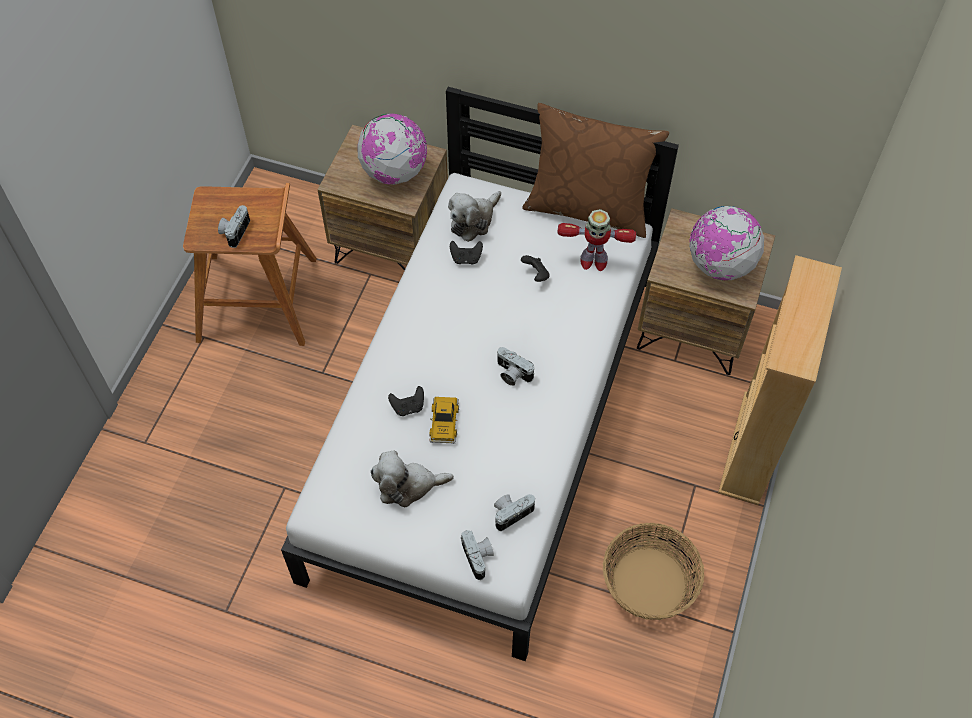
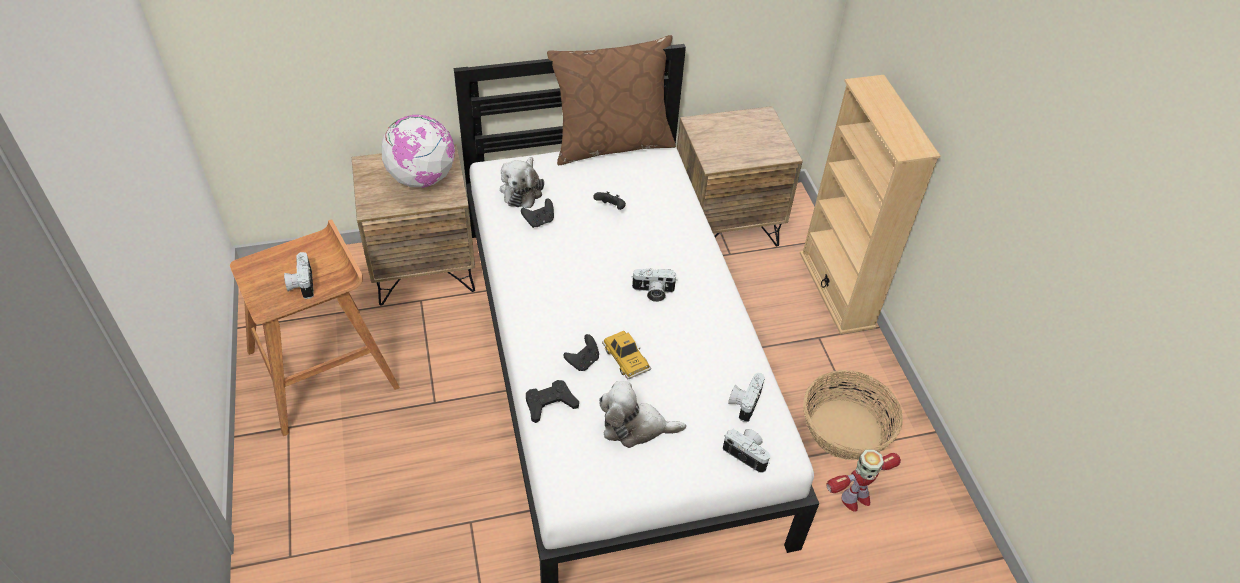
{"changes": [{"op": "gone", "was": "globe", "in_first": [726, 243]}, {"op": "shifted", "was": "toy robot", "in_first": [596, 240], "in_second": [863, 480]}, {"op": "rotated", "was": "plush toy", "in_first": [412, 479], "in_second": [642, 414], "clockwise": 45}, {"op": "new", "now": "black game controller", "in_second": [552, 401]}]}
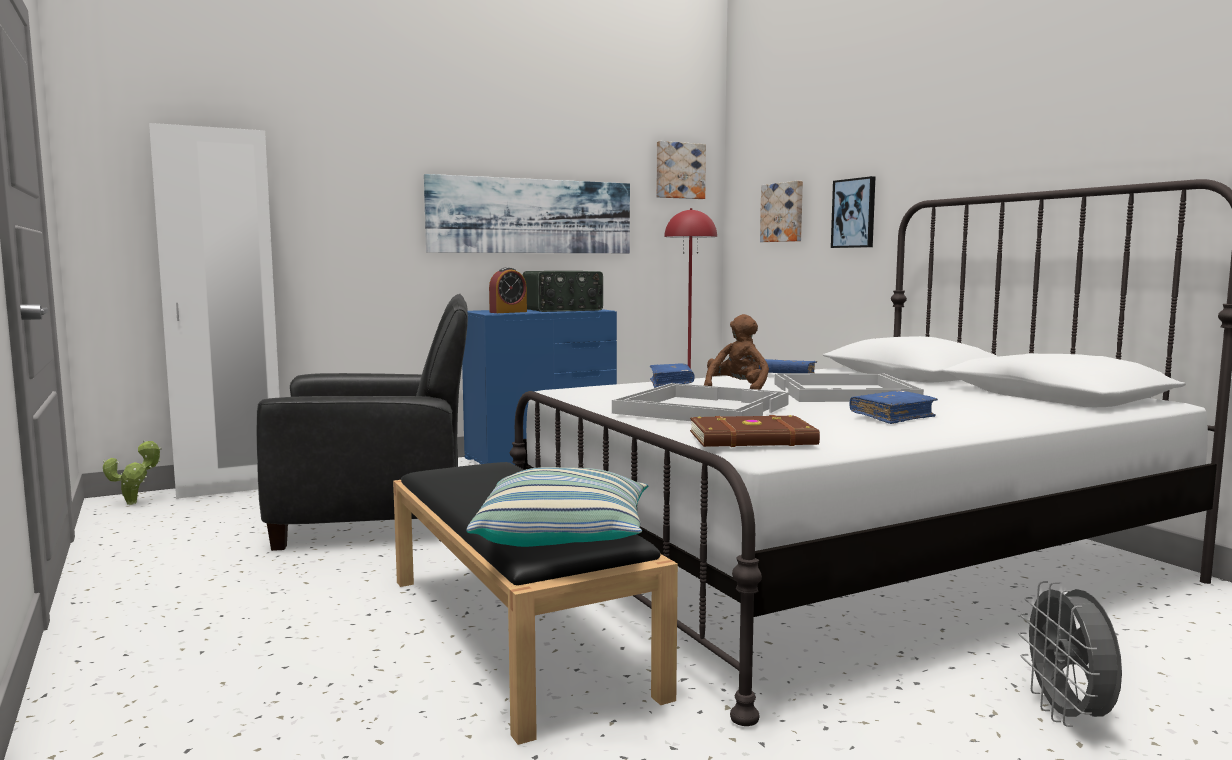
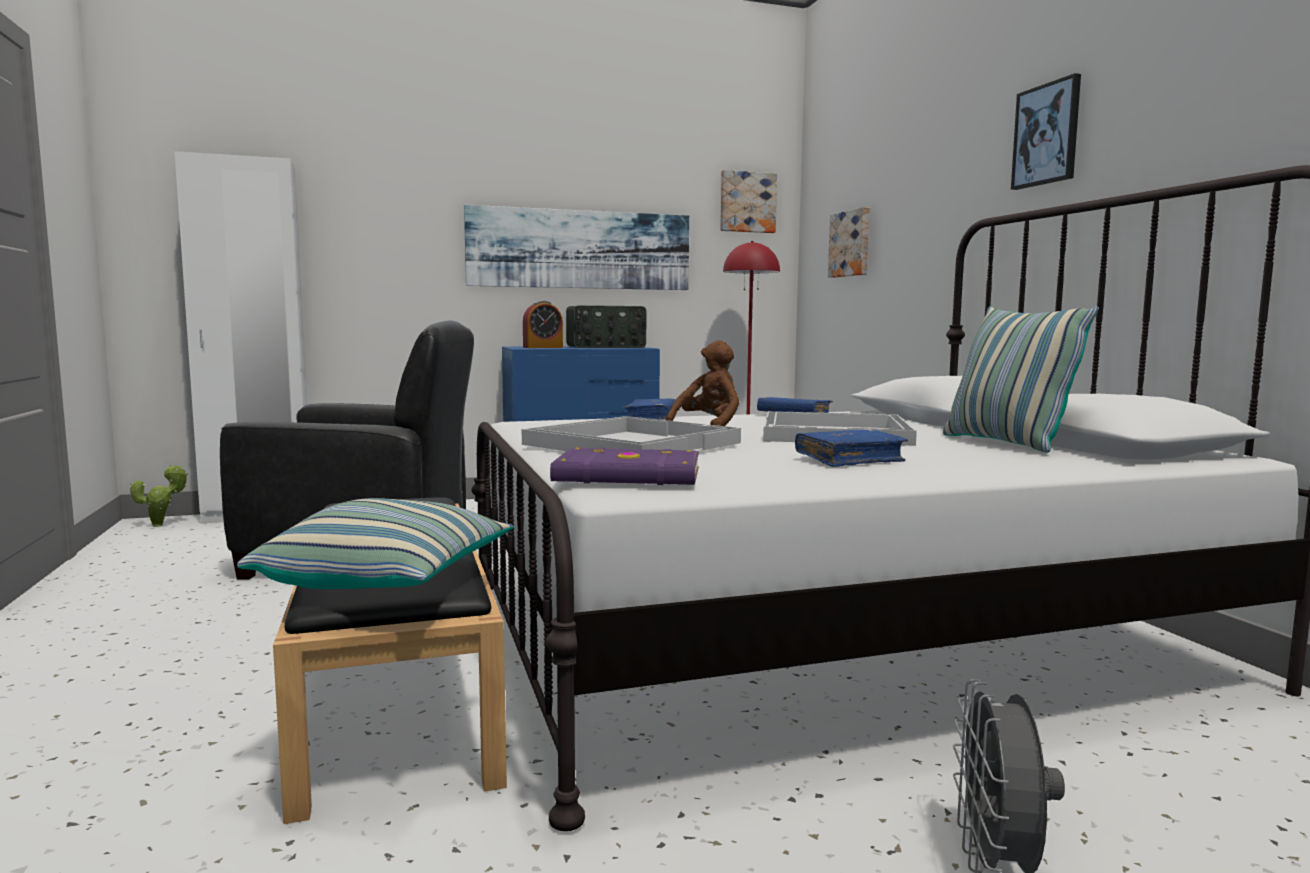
{"changes": [{"op": "shifted", "was": "picture", "in_first": [853, 212], "in_second": [1046, 131]}, {"op": "repainted", "was": "brown book", "now": "purple book", "in_first": [755, 431], "in_second": [624, 466]}, {"op": "new", "now": "pillow", "in_second": [1021, 379]}]}
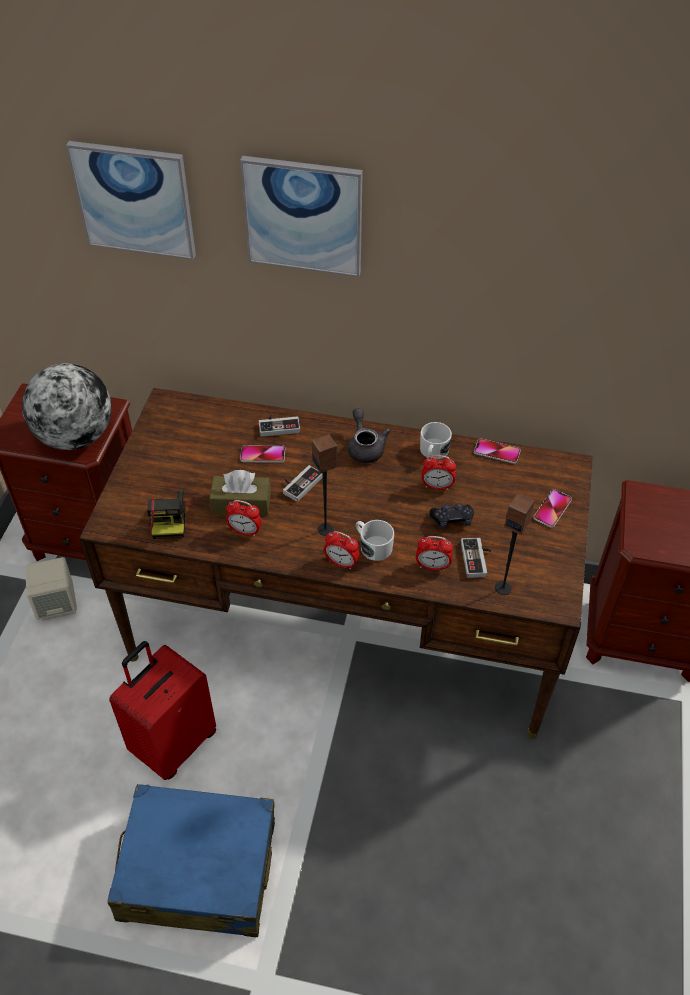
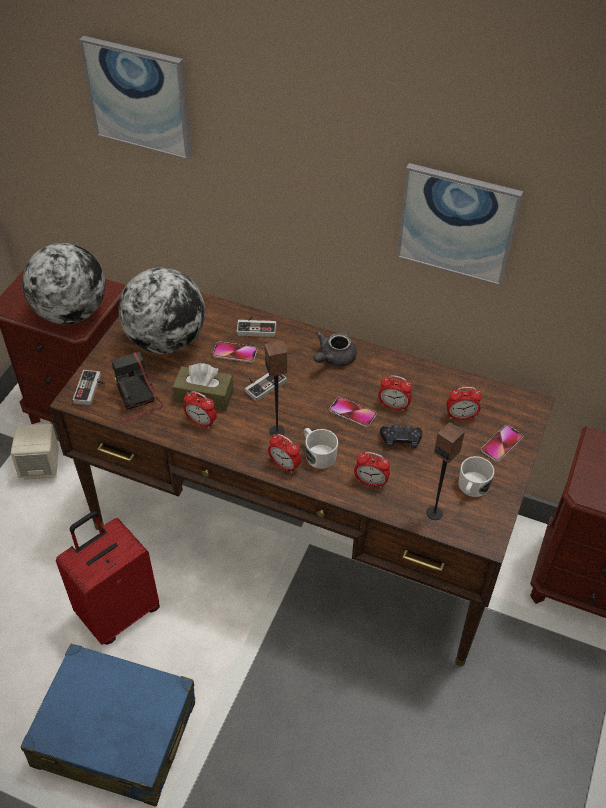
{"changes": [{"op": "shifted", "was": "picture", "in_first": [301, 216], "in_second": [460, 224]}, {"op": "rotated", "was": "grey teapot", "in_first": [369, 435], "in_second": [334, 349], "clockwise": -135}, {"op": "shifted", "was": "white mug", "in_first": [436, 440], "in_second": [476, 476]}, {"op": "shifted", "was": "phone", "in_first": [497, 451], "in_second": [353, 412]}, {"op": "rotated", "was": "photo camera", "in_first": [172, 514], "in_second": [137, 387], "clockwise": 150}, {"op": "shifted", "was": "game controller", "in_first": [476, 558], "in_second": [89, 387]}, {"op": "new", "now": "globe", "in_second": [162, 311]}, {"op": "new", "now": "alarm clock", "in_second": [464, 403]}]}
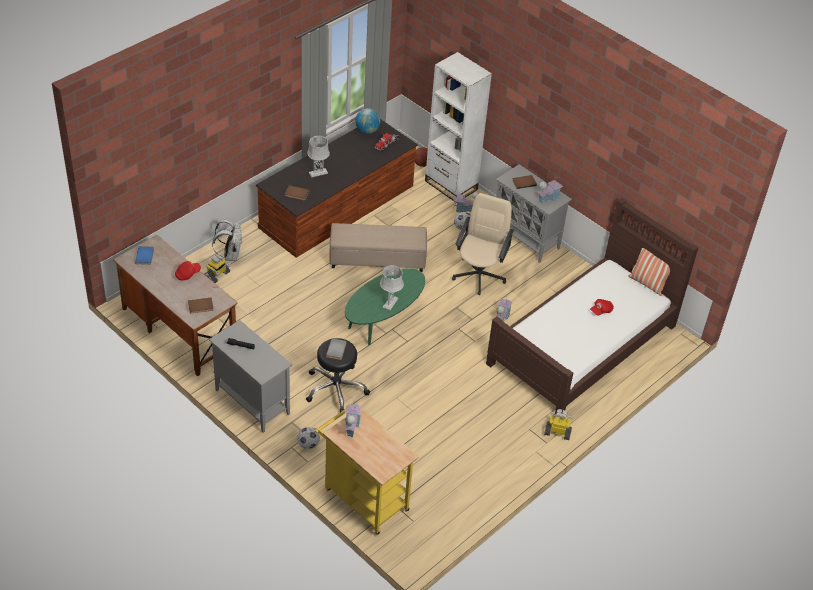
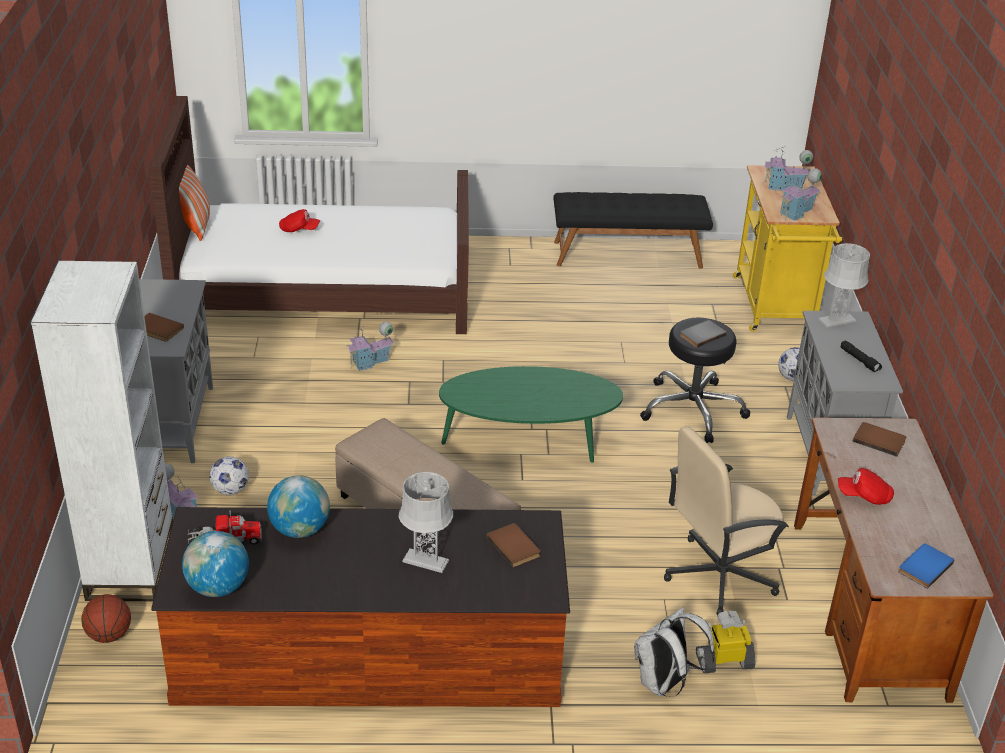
{"changes": [{"op": "shifted", "was": "toy house", "in_first": [550, 190], "in_second": [788, 168]}, {"op": "shifted", "was": "beige office chair", "in_first": [483, 244], "in_second": [726, 520]}, {"op": "shifted", "was": "grey table lamp", "in_first": [392, 287], "in_second": [844, 285]}, {"op": "gone", "was": "toy robot", "in_first": [558, 424]}, {"op": "new", "now": "black bench", "in_second": [633, 230]}, {"op": "new", "now": "globe", "in_second": [298, 506]}]}
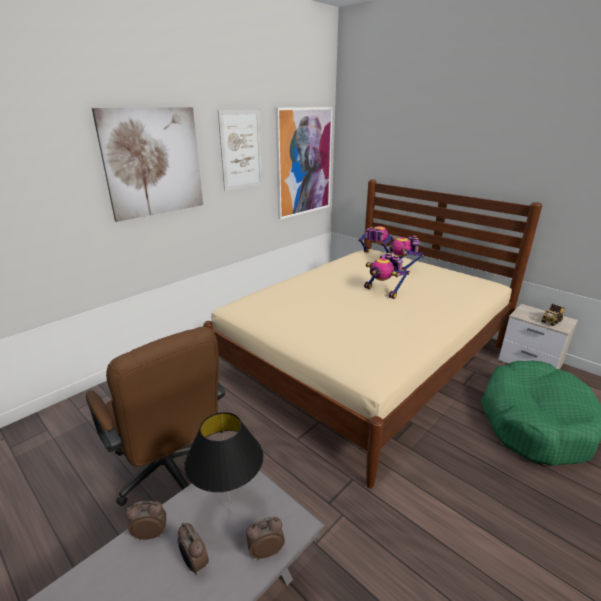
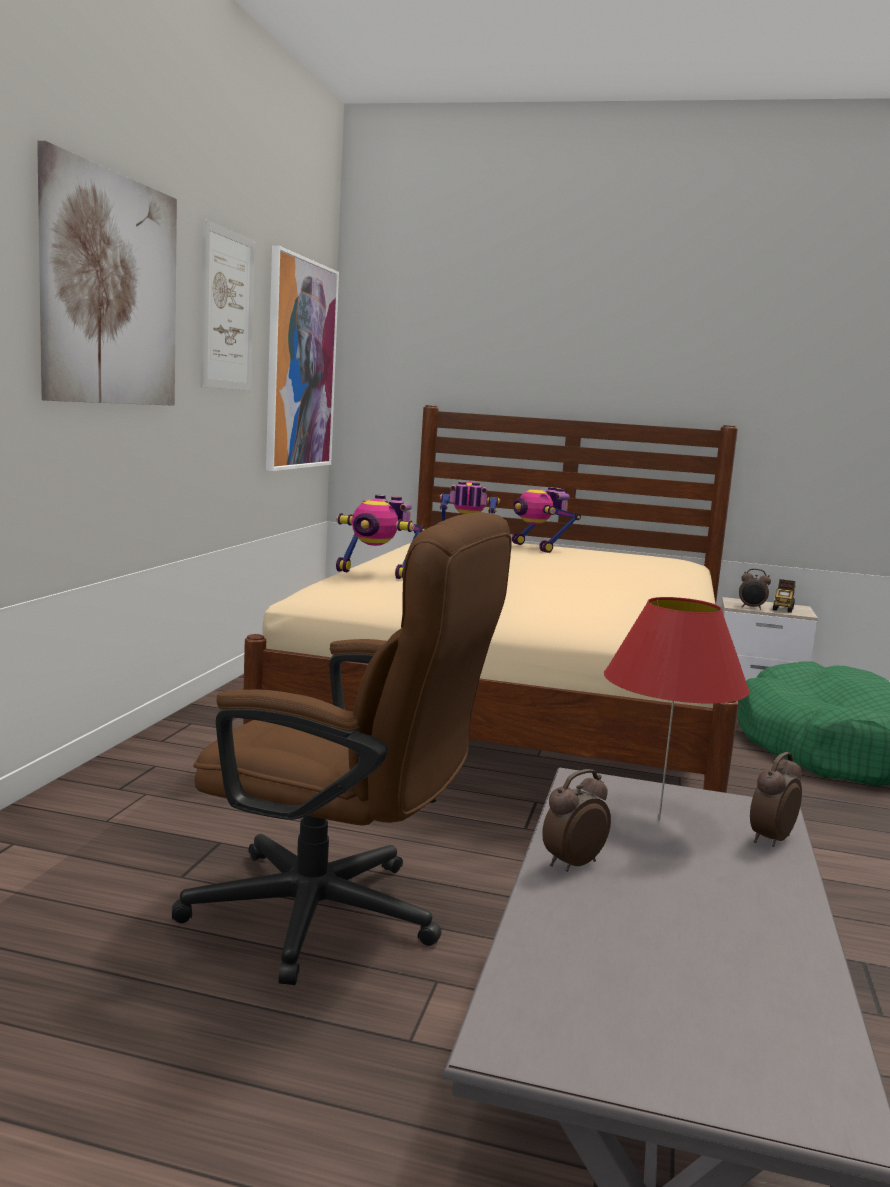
{"changes": [{"op": "shifted", "was": "toy robot", "in_first": [387, 276], "in_second": [380, 537]}, {"op": "repainted", "was": "black table lamp", "now": "red table lamp", "in_first": [223, 462], "in_second": [677, 709]}, {"op": "shifted", "was": "alarm clock", "in_first": [193, 549], "in_second": [755, 589]}]}
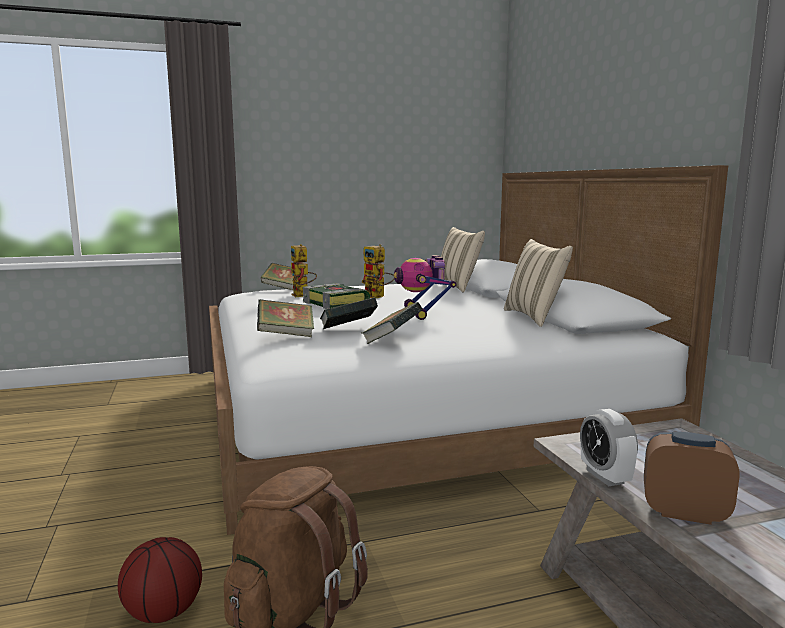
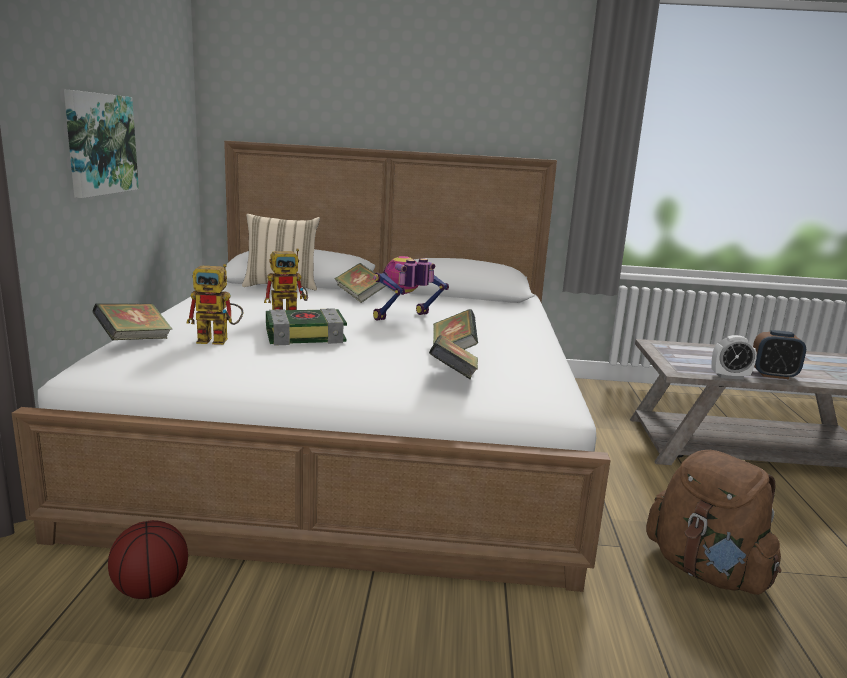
{"changes": [{"op": "gone", "was": "beige pillow", "in_first": [538, 283]}, {"op": "rotated", "was": "toy robot", "in_first": [425, 287], "in_second": [411, 288], "clockwise": 135}, {"op": "shifted", "was": "book", "in_first": [391, 323], "in_second": [360, 283]}, {"op": "rotated", "was": "alarm clock", "in_first": [692, 478], "in_second": [779, 354], "clockwise": -120}, {"op": "shifted", "was": "basketball", "in_first": [160, 580], "in_second": [148, 559]}, {"op": "new", "now": "picture", "in_second": [101, 144]}]}
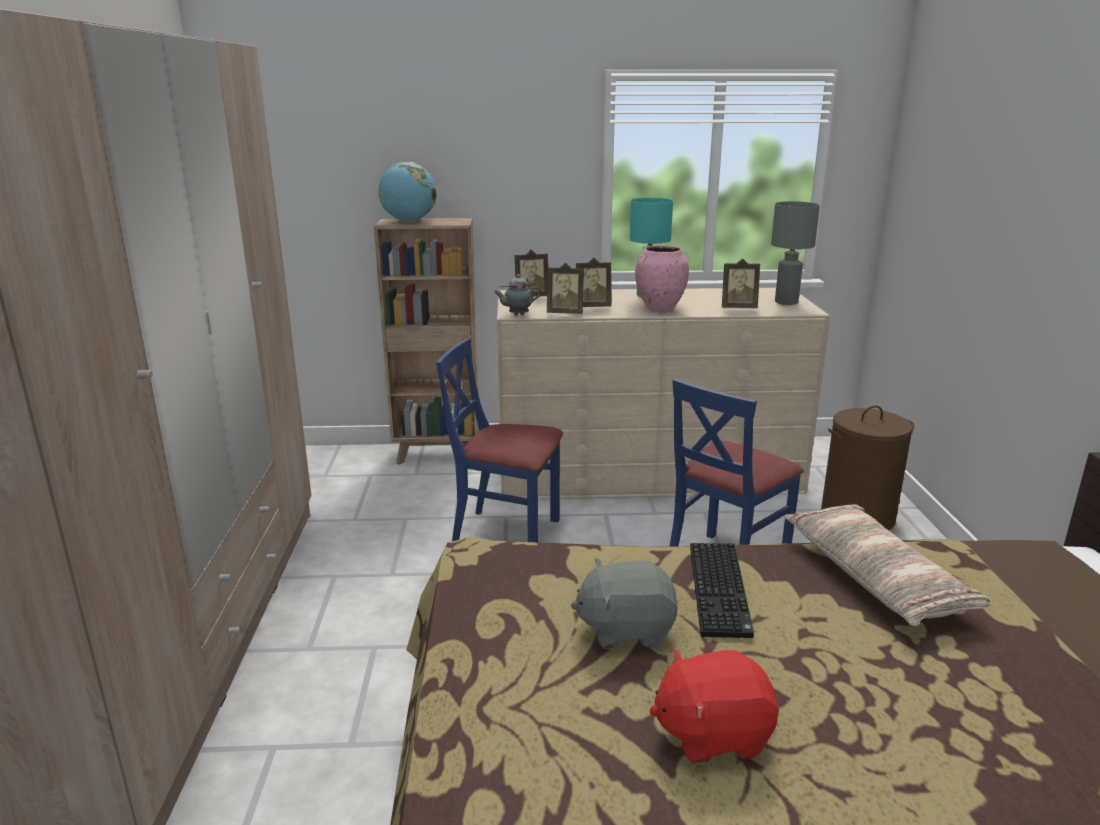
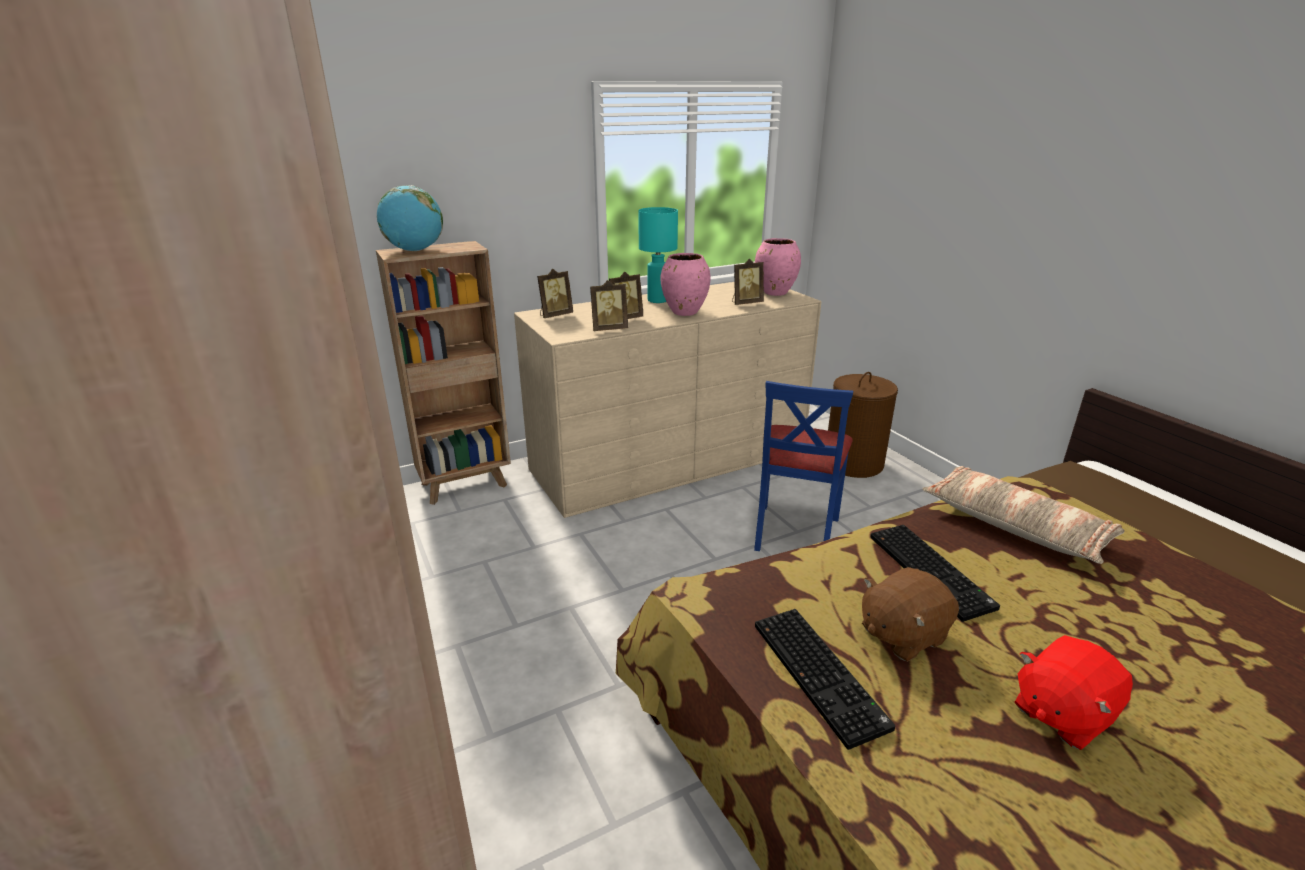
{"changes": [{"op": "swapped", "was": "grey table lamp", "now": "pink vase", "in_first": [795, 253], "in_second": [778, 267]}, {"op": "gone", "was": "teapot", "in_first": [517, 295]}, {"op": "gone", "was": "blue chair", "in_first": [499, 440]}, {"op": "repainted", "was": "grey plush toy", "now": "brown plush toy", "in_first": [624, 603], "in_second": [910, 614]}, {"op": "new", "now": "keyboard", "in_second": [825, 679]}]}
